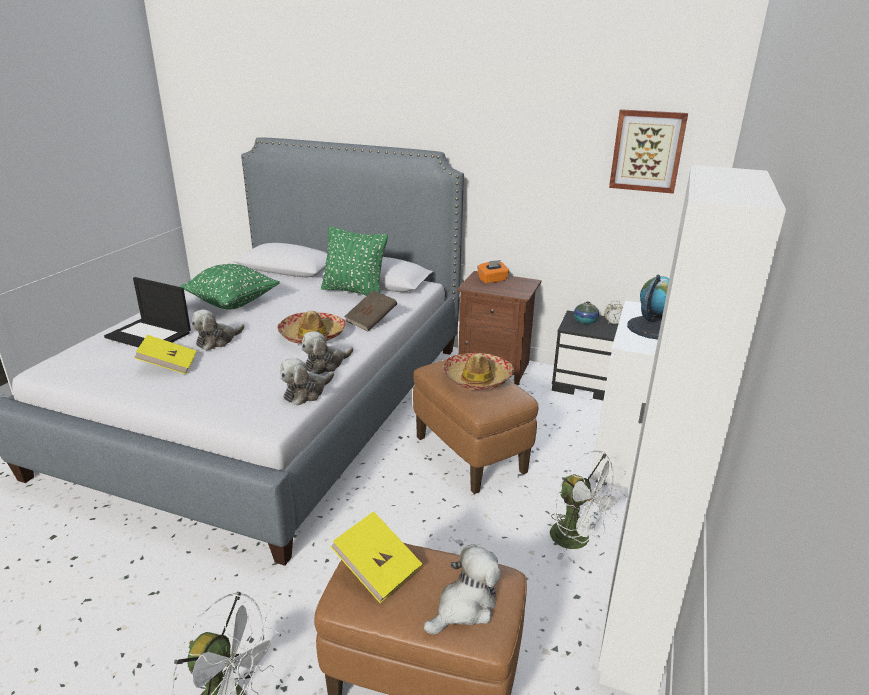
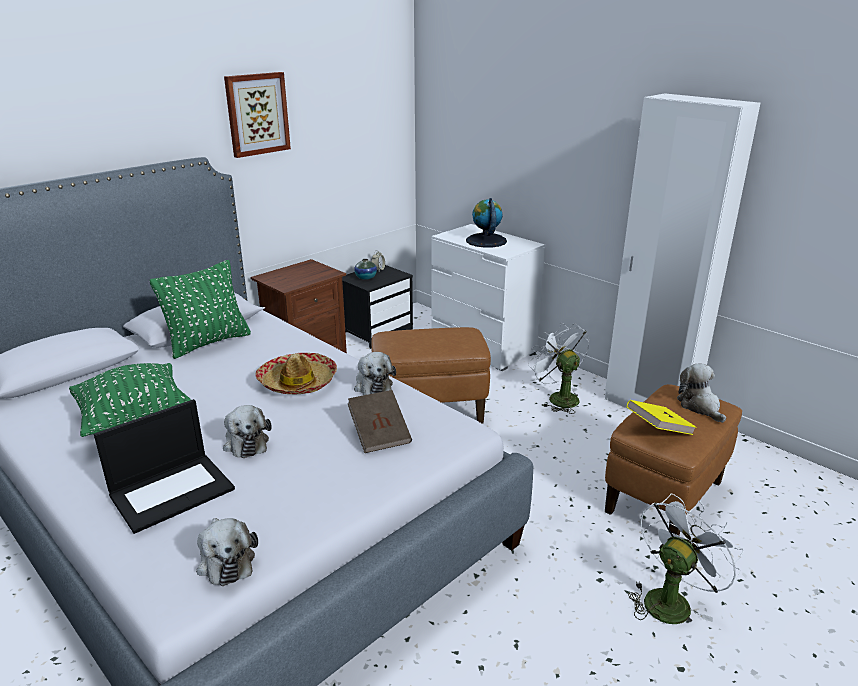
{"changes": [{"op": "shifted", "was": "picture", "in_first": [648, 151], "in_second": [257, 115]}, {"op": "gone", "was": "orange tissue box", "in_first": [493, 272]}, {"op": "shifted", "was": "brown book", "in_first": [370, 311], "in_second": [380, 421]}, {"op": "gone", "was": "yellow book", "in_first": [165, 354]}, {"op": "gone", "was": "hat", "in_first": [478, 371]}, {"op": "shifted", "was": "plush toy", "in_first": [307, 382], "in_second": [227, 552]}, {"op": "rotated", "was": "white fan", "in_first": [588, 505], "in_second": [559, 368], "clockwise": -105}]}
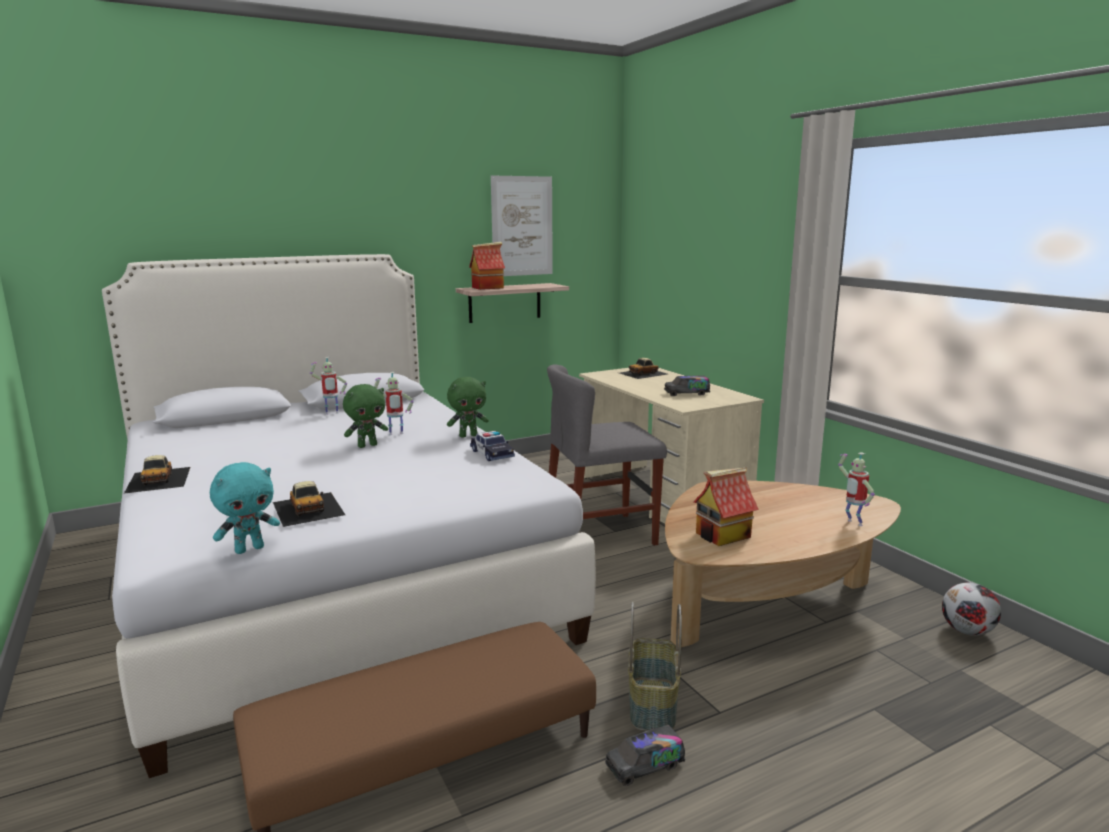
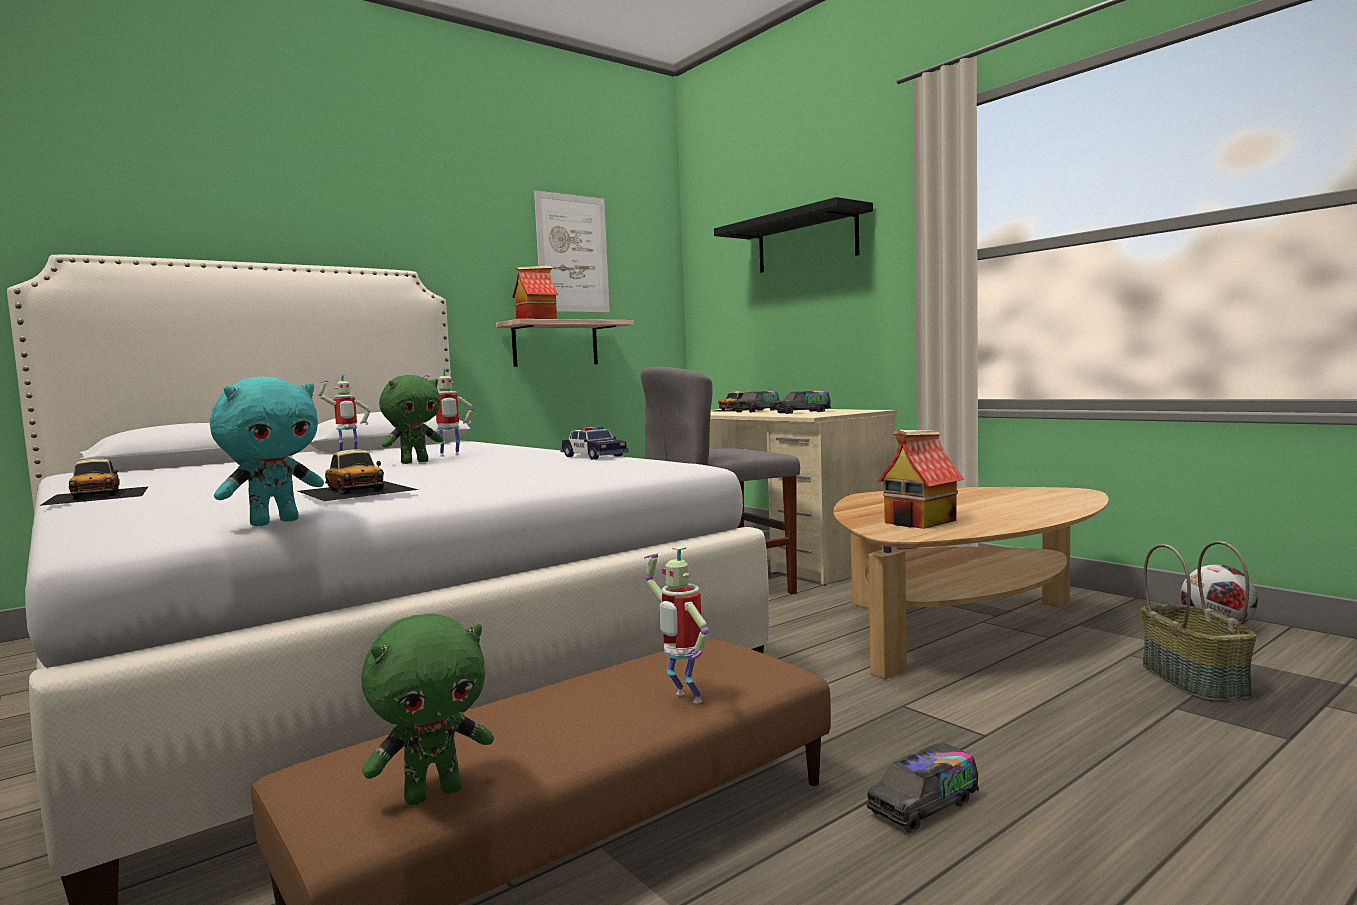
{"changes": [{"op": "shifted", "was": "green plush toy", "in_first": [468, 407], "in_second": [427, 709]}, {"op": "shifted", "was": "toy robot", "in_first": [856, 489], "in_second": [676, 624]}, {"op": "shifted", "was": "basket", "in_first": [655, 666], "in_second": [1199, 621]}, {"op": "new", "now": "black shelf", "in_second": [793, 235]}, {"op": "new", "now": "toy truck", "in_second": [756, 401]}]}
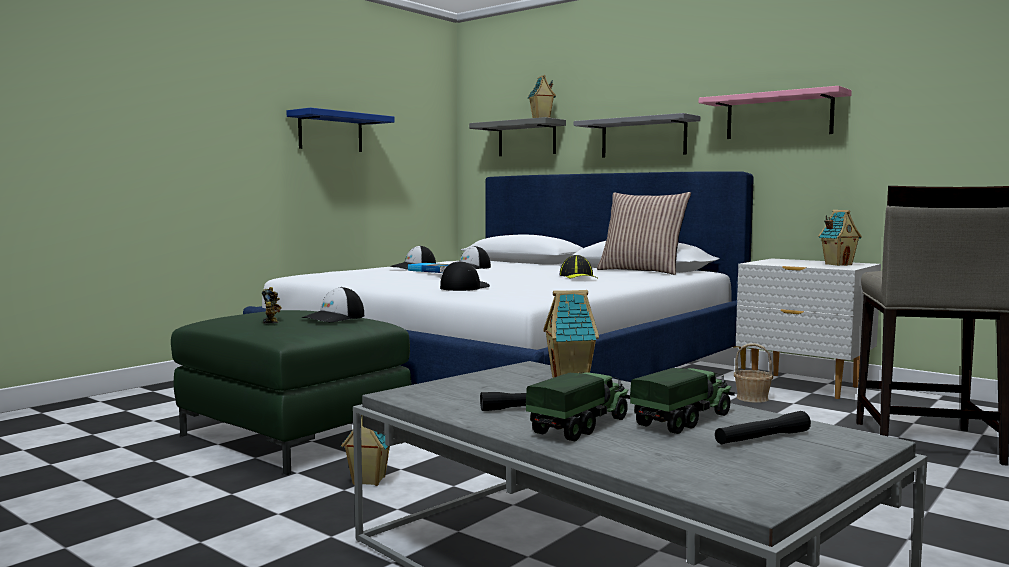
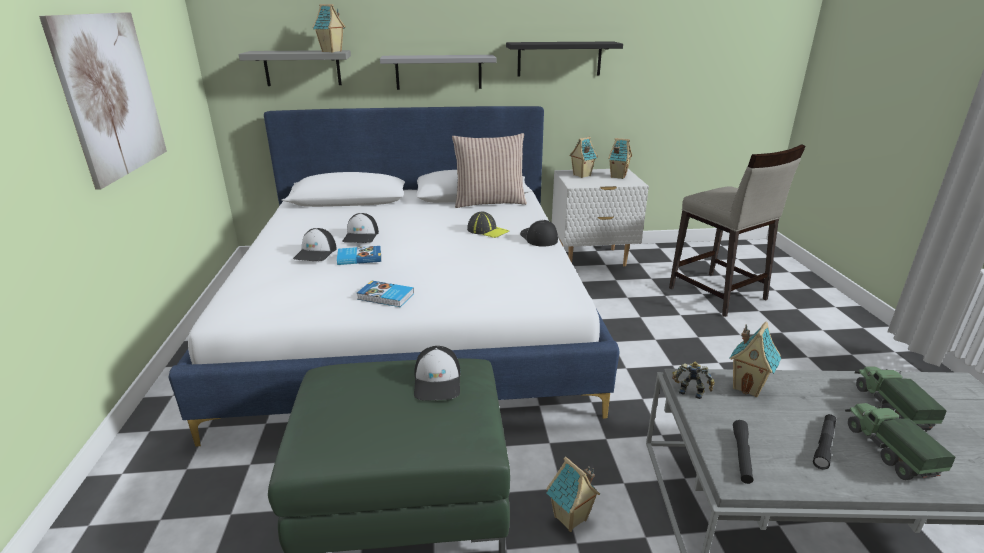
{"changes": [{"op": "repainted", "was": "pink shelf", "now": "black shelf", "in_first": [775, 112], "in_second": [564, 58]}, {"op": "swapped", "was": "blue shelf", "now": "picture", "in_first": [341, 130], "in_second": [103, 101]}, {"op": "shifted", "was": "cap", "in_first": [465, 276], "in_second": [539, 233]}, {"op": "shifted", "was": "toy robot", "in_first": [272, 305], "in_second": [693, 380]}, {"op": "gone", "was": "basket", "in_first": [753, 373]}, {"op": "shifted", "was": "black flashlight", "in_first": [763, 427], "in_second": [743, 452]}, {"op": "new", "now": "toy house", "in_second": [583, 157]}, {"op": "new", "now": "book", "in_second": [385, 293]}]}
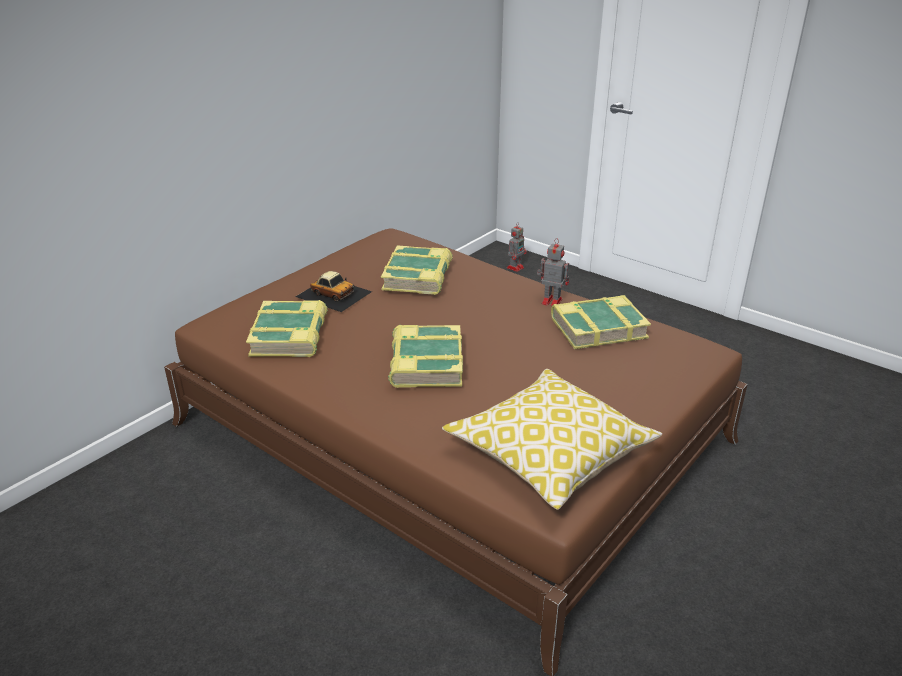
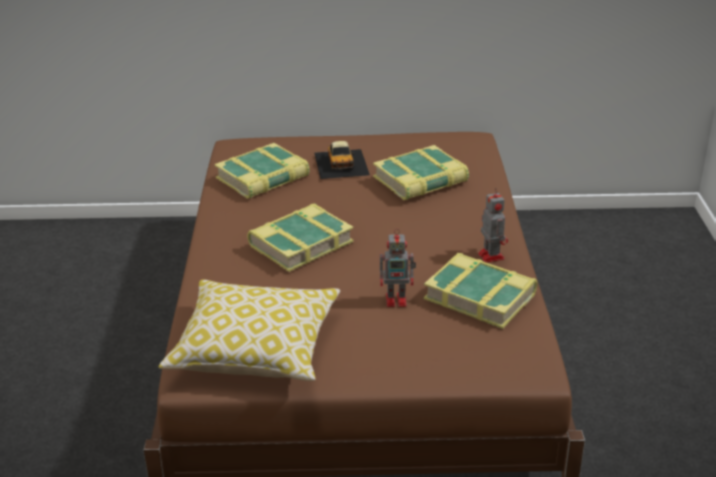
{"changes": [{"op": "shifted", "was": "toy robot", "in_first": [517, 247], "in_second": [398, 268]}]}
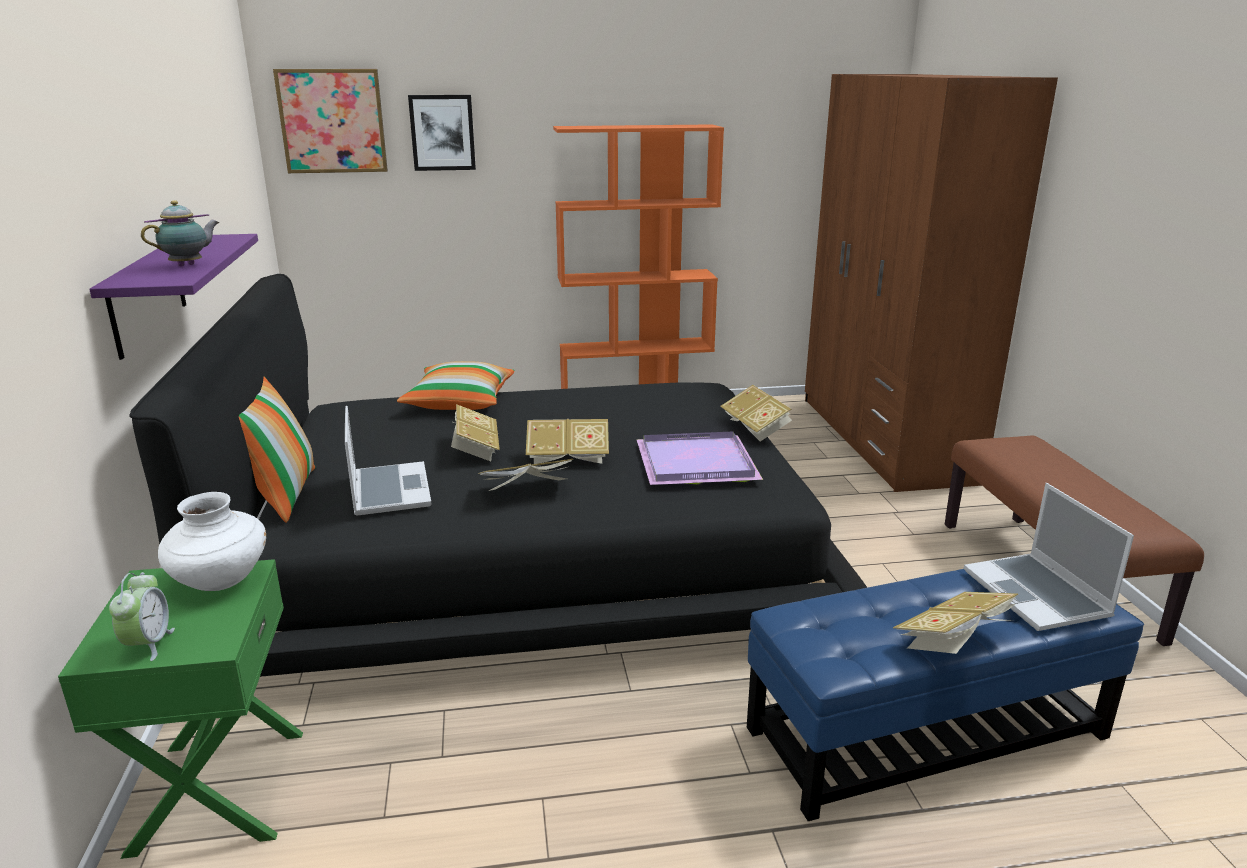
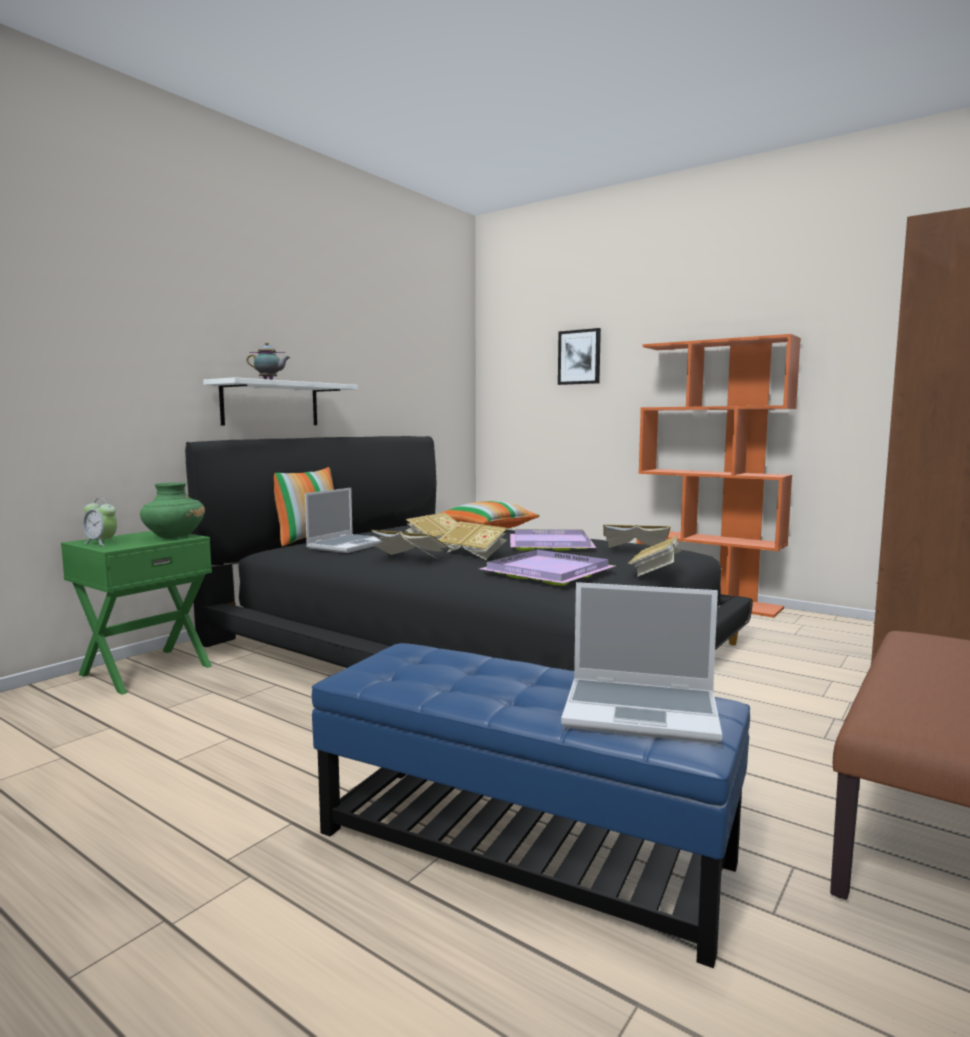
{"changes": [{"op": "gone", "was": "picture", "in_first": [330, 121]}, {"op": "repainted", "was": "purple shelf", "now": "white shelf", "in_first": [173, 297], "in_second": [280, 401]}, {"op": "rotated", "was": "laptop", "in_first": [1049, 557], "in_second": [641, 662], "clockwise": -105}, {"op": "repainted", "was": "white vase", "now": "green vase", "in_first": [212, 541], "in_second": [172, 510]}, {"op": "rotated", "was": "alarm clock", "in_first": [142, 616], "in_second": [100, 522], "clockwise": 75}, {"op": "shifted", "was": "book", "in_first": [955, 623], "in_second": [637, 536]}, {"op": "new", "now": "purple tray", "in_second": [553, 540]}]}
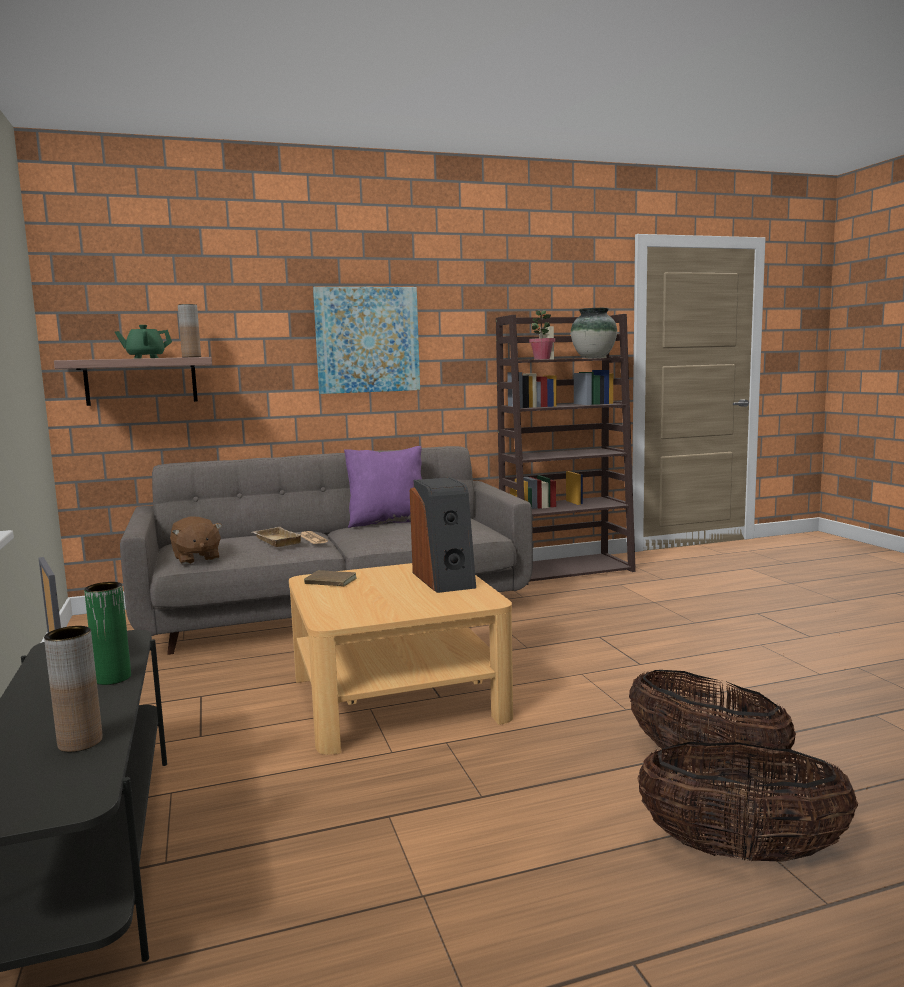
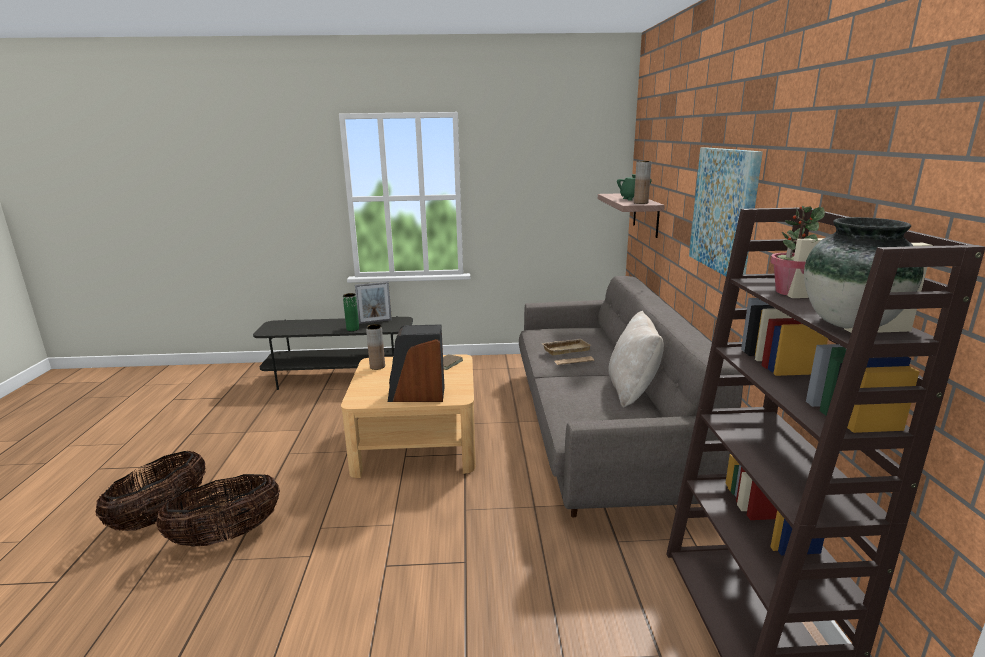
{"changes": [{"op": "repainted", "was": "purple pillow", "now": "beige pillow", "in_first": [383, 487], "in_second": [636, 359]}, {"op": "gone", "was": "brown plush toy", "in_first": [196, 540]}, {"op": "shifted", "was": "brown vase", "in_first": [73, 689], "in_second": [375, 347]}]}
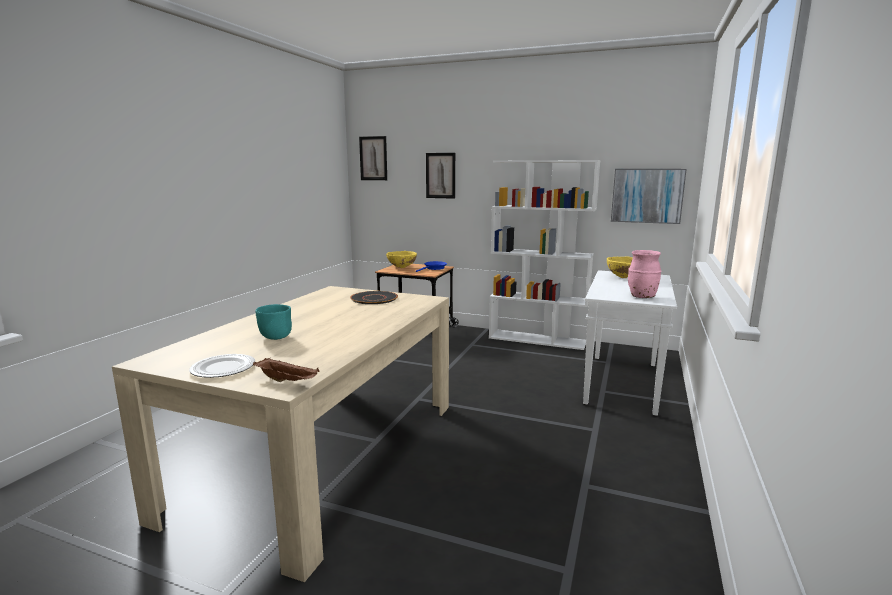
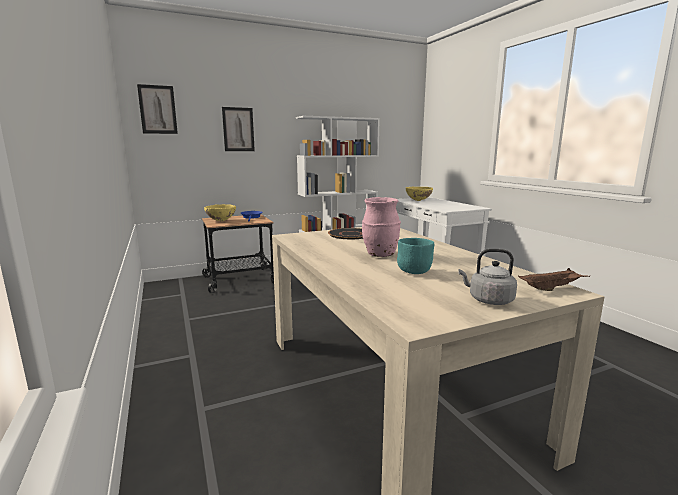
{"changes": [{"op": "gone", "was": "picture", "in_first": [649, 196]}, {"op": "shifted", "was": "pink vase", "in_first": [645, 274], "in_second": [381, 227]}, {"op": "swapped", "was": "plate", "now": "grey kettle", "in_first": [222, 366], "in_second": [487, 277]}]}
